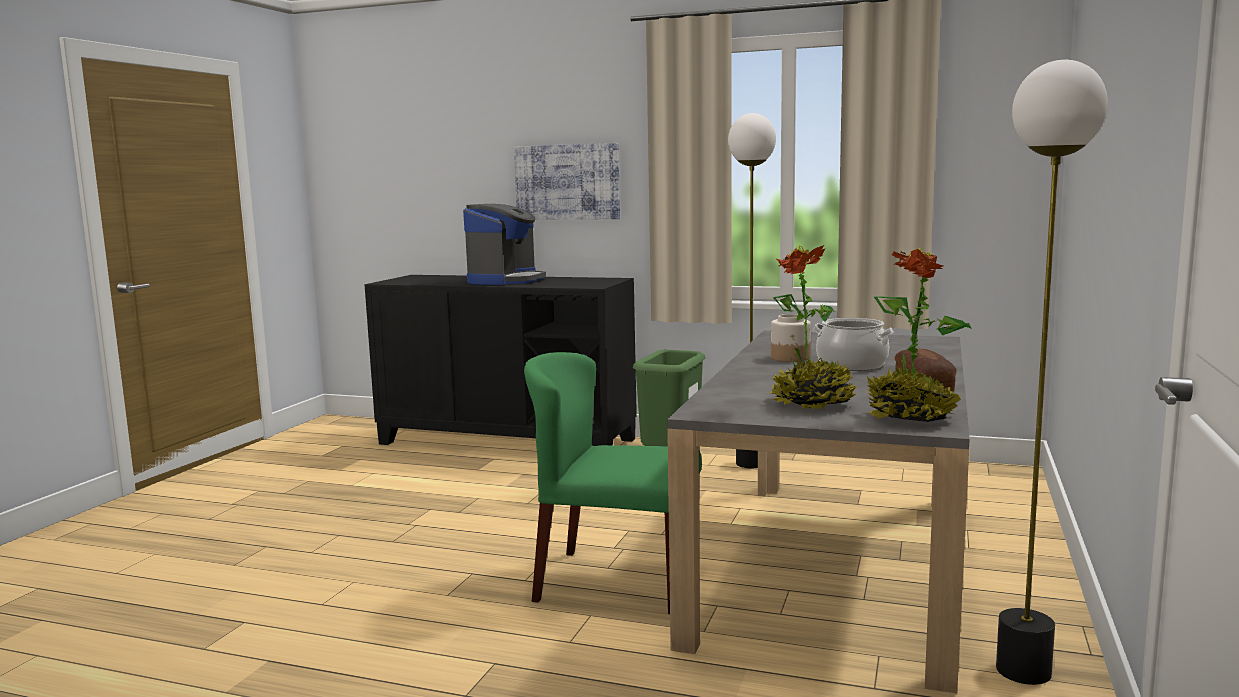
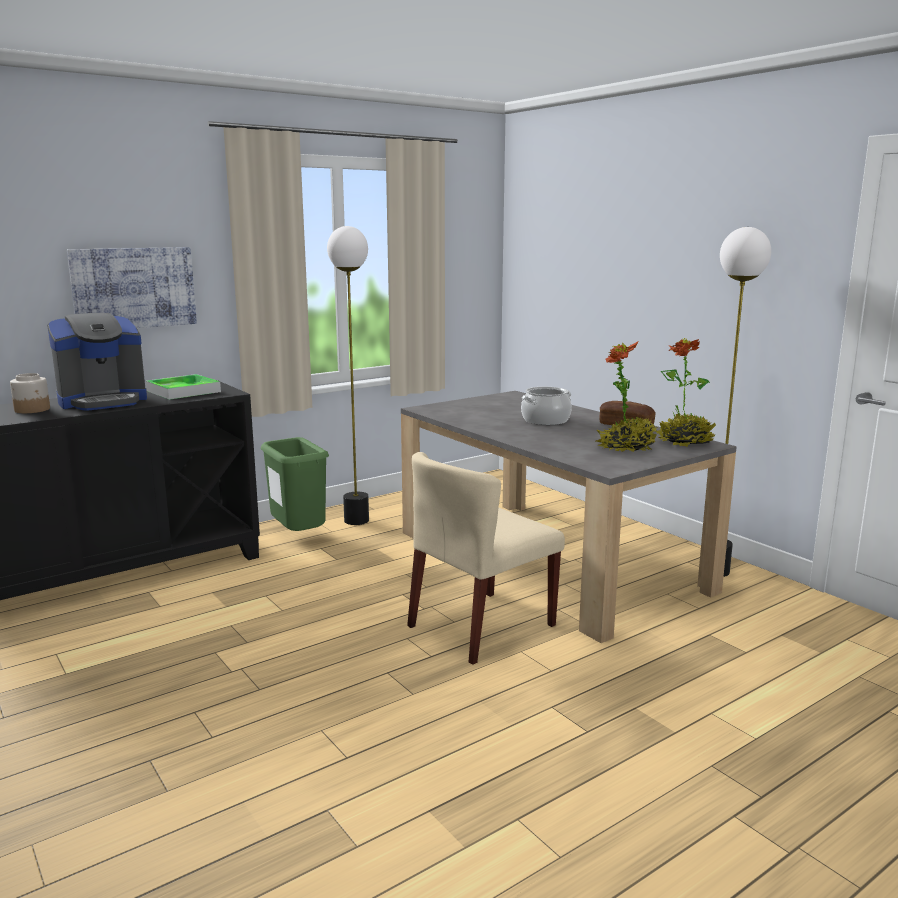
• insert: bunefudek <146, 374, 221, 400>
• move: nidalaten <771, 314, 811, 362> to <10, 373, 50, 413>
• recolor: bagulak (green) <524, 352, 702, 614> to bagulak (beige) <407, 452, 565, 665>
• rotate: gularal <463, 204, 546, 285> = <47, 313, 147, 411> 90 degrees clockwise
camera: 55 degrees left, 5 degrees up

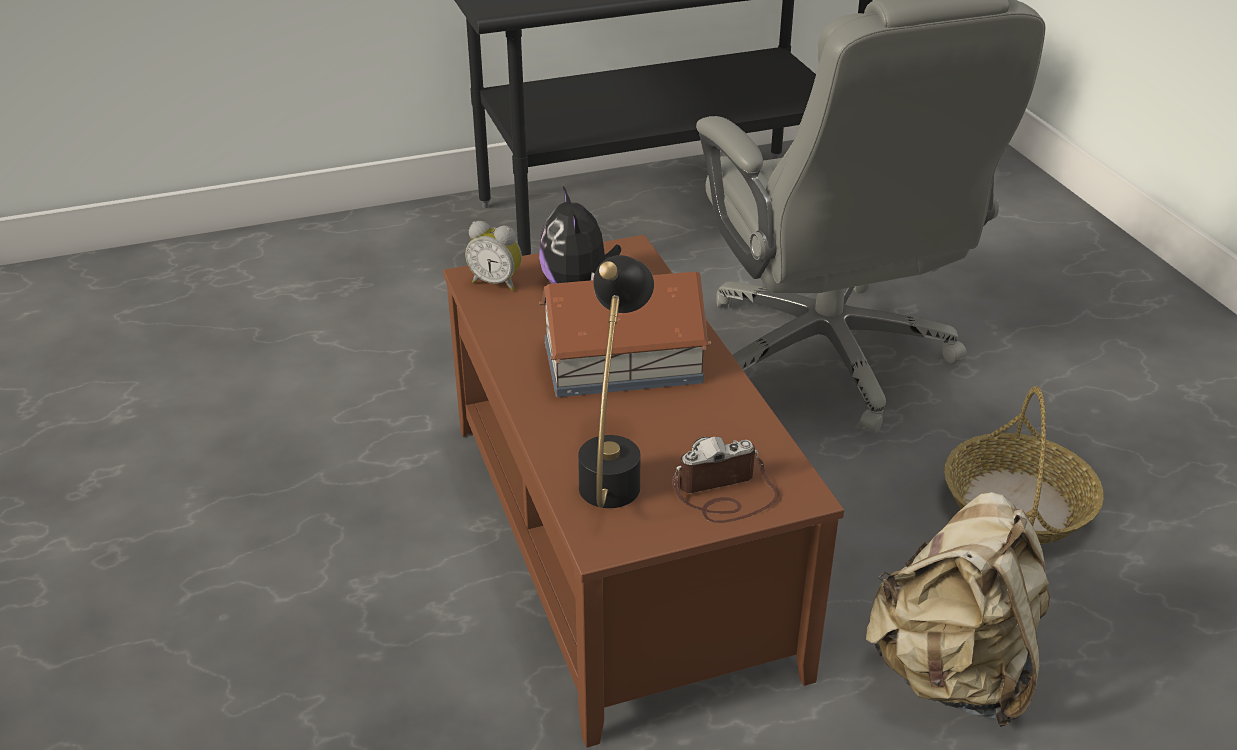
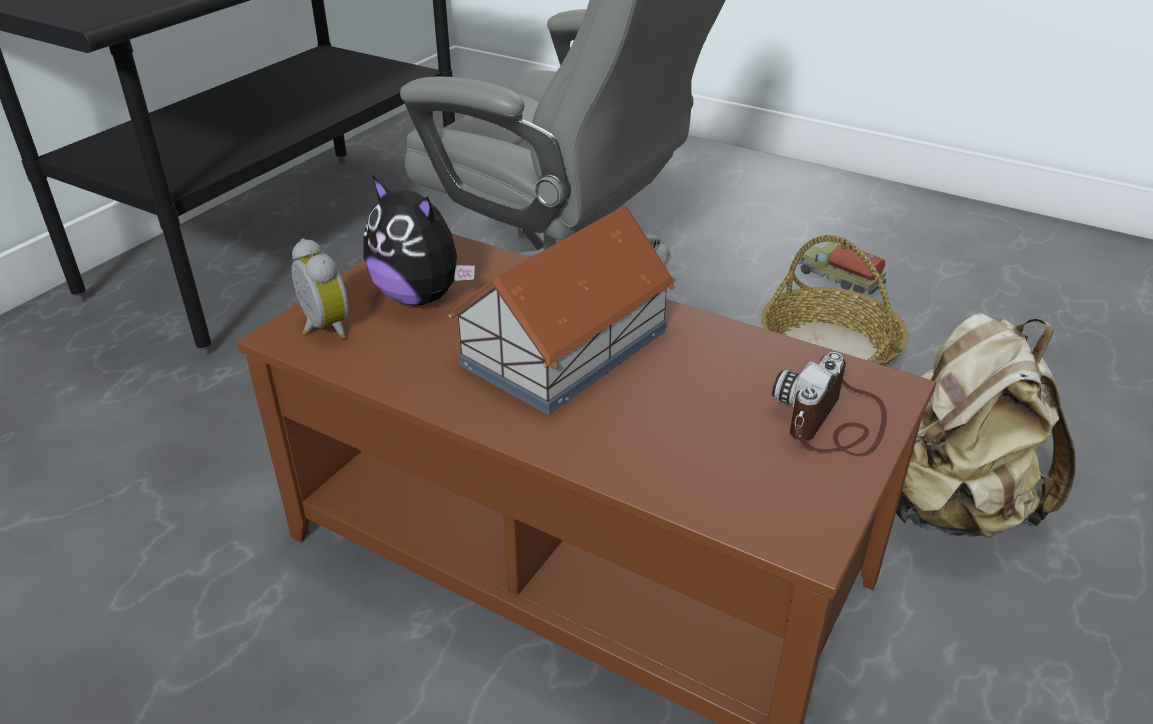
• delete: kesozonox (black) <578, 255, 654, 508>
• insert: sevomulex <798, 242, 886, 295>
• rotate: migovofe <465, 221, 522, 291> = <291, 238, 349, 339> 105 degrees counterclockwise
camera: 40 degrees left, 0 degrees up

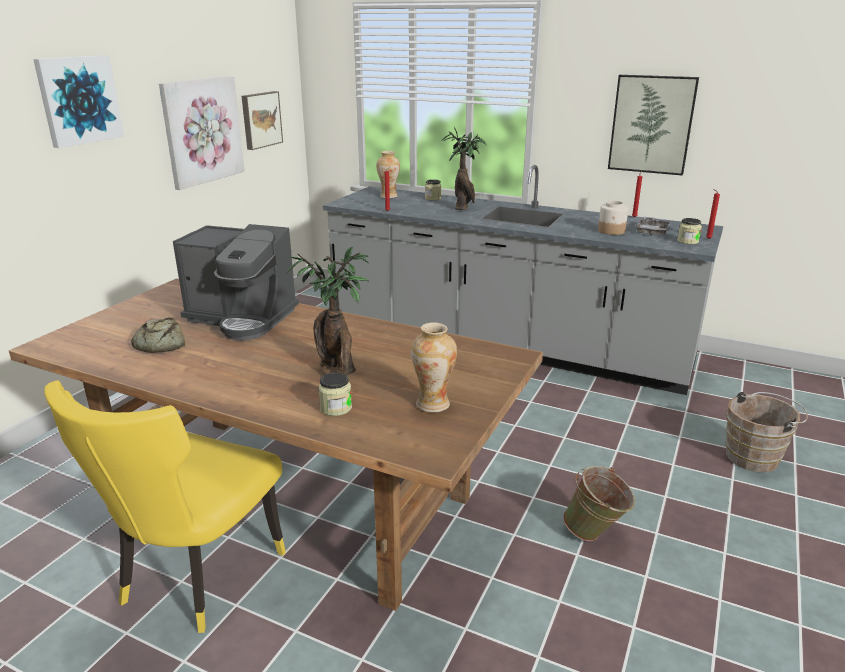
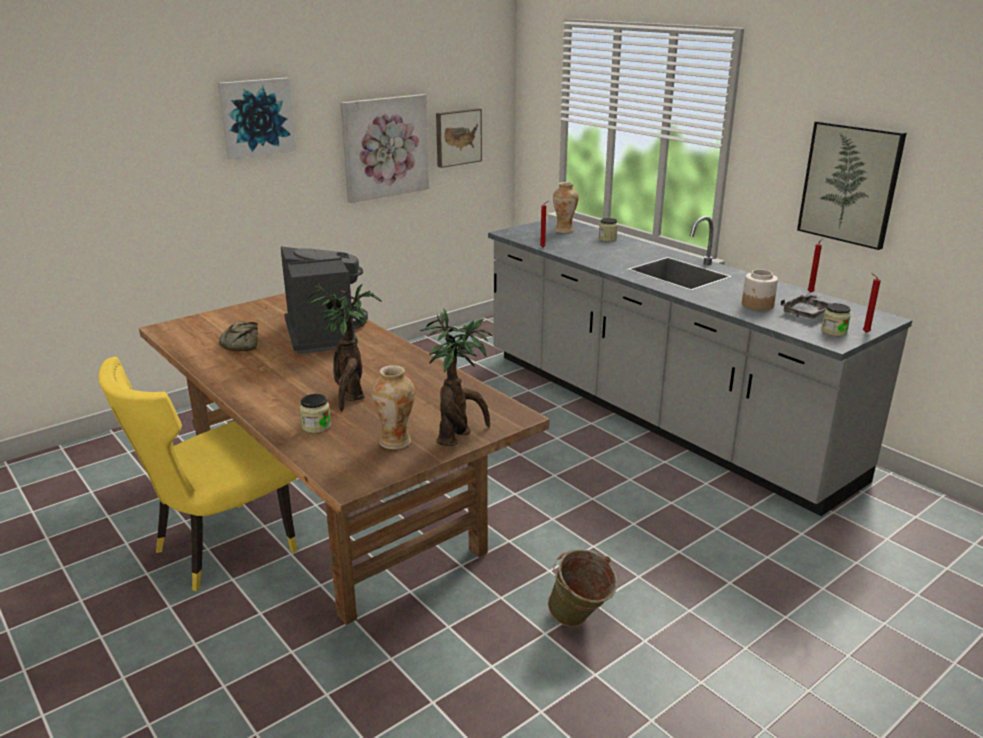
• delete: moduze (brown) <726, 392, 808, 472>
• move: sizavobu <441, 127, 486, 210> to <420, 309, 493, 446>
• rotate: gularal <173, 224, 299, 341> = <281, 246, 368, 354> 150 degrees counterclockwise
camera: 25 degrees right, 0 degrees up

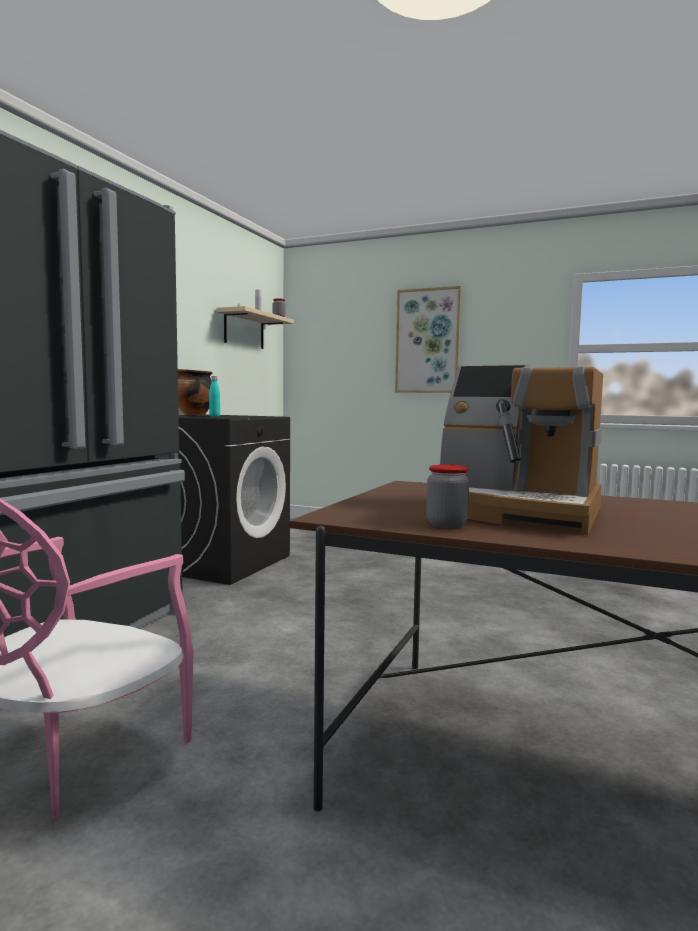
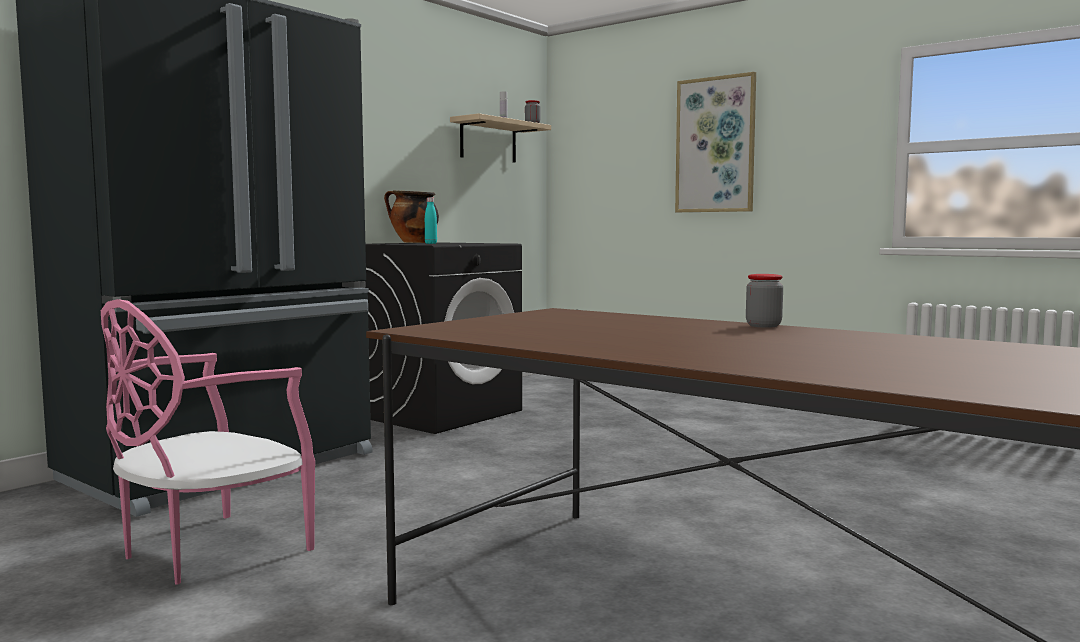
• delete: gularal <440, 365, 603, 535>
• move: nidalaten <426, 464, 469, 528> to <746, 274, 783, 328>
camera: 15 degrees right, 0 degrees up

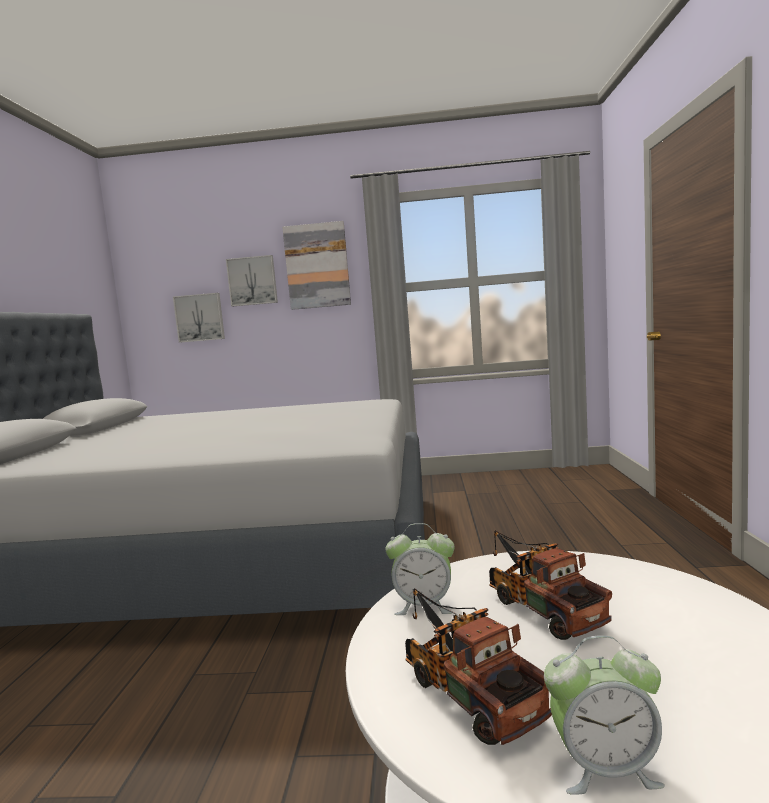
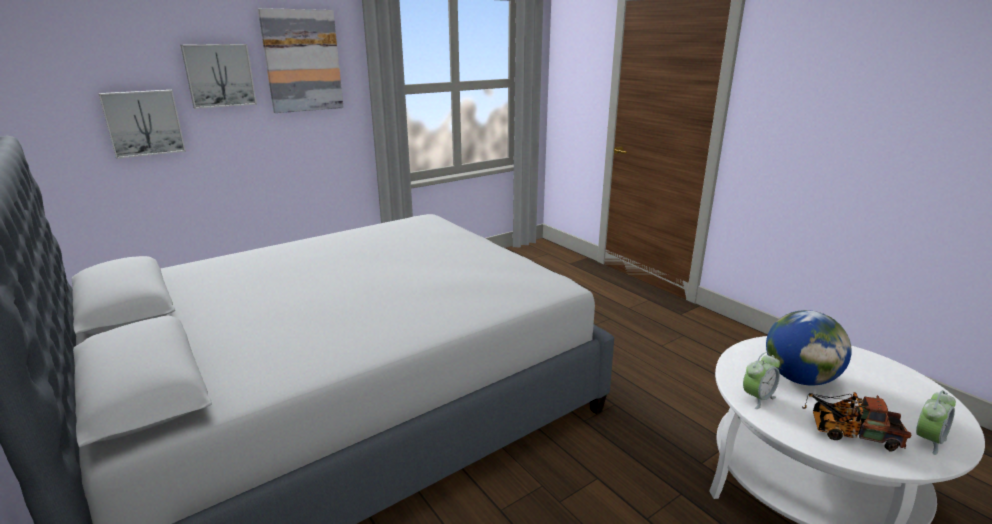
• replace: sevomulex <489, 531, 612, 640> to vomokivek <766, 310, 852, 386>
camera: 40 degrees left, 15 degrees up

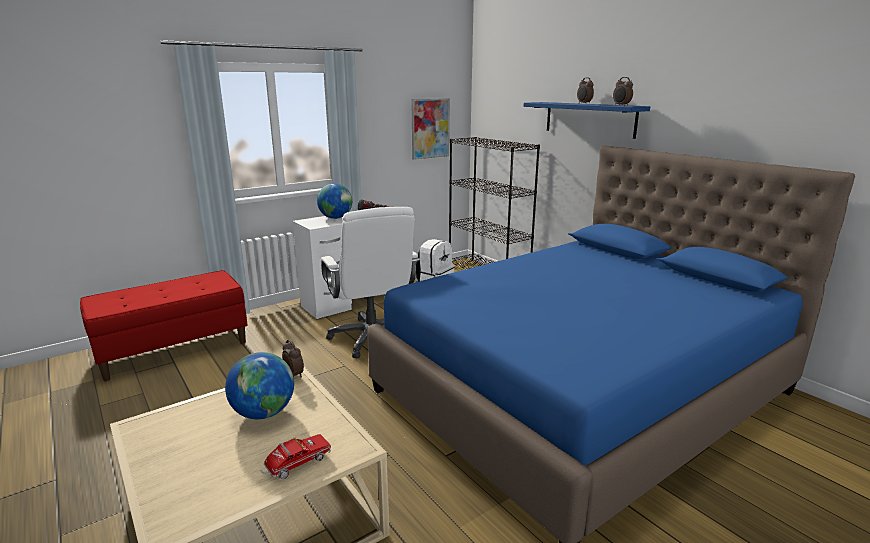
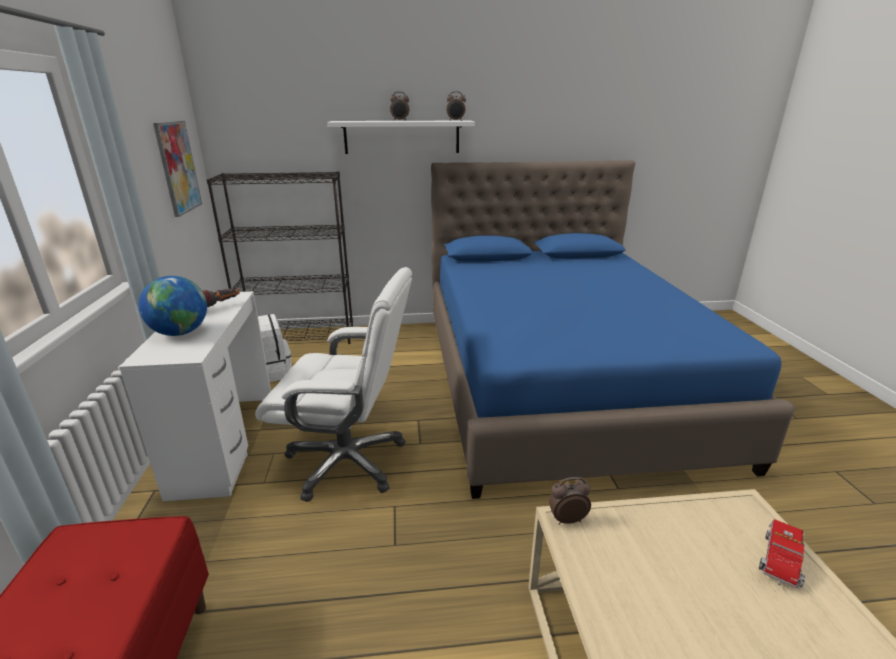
• delete: vomokivek <225, 352, 294, 419>
• recolor: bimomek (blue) <524, 102, 650, 139> to bimomek (white) <327, 120, 475, 154>
• rotate: sevomulex <261, 434, 331, 479> = <759, 519, 805, 588> 45 degrees clockwise
camera: 60 degrees left, 5 degrees up

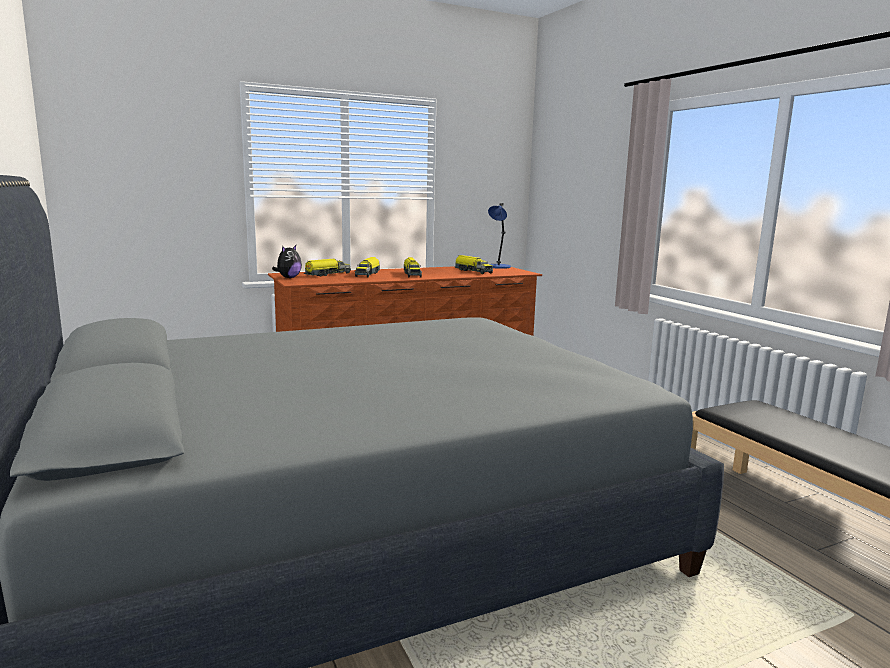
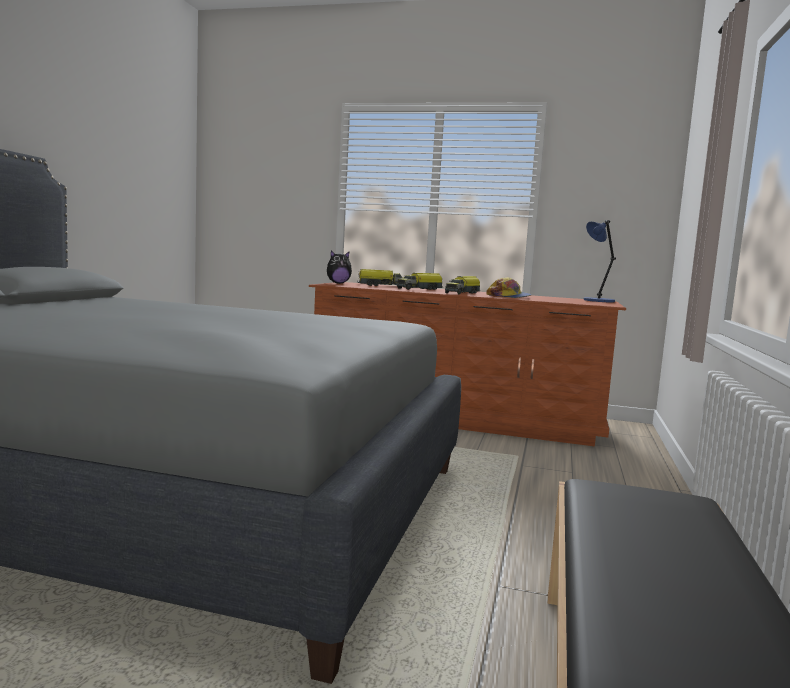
• delete: sevomulex <454, 255, 493, 274>
• insert: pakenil <486, 277, 532, 298>
camera: 40 degrees right, 5 degrees down

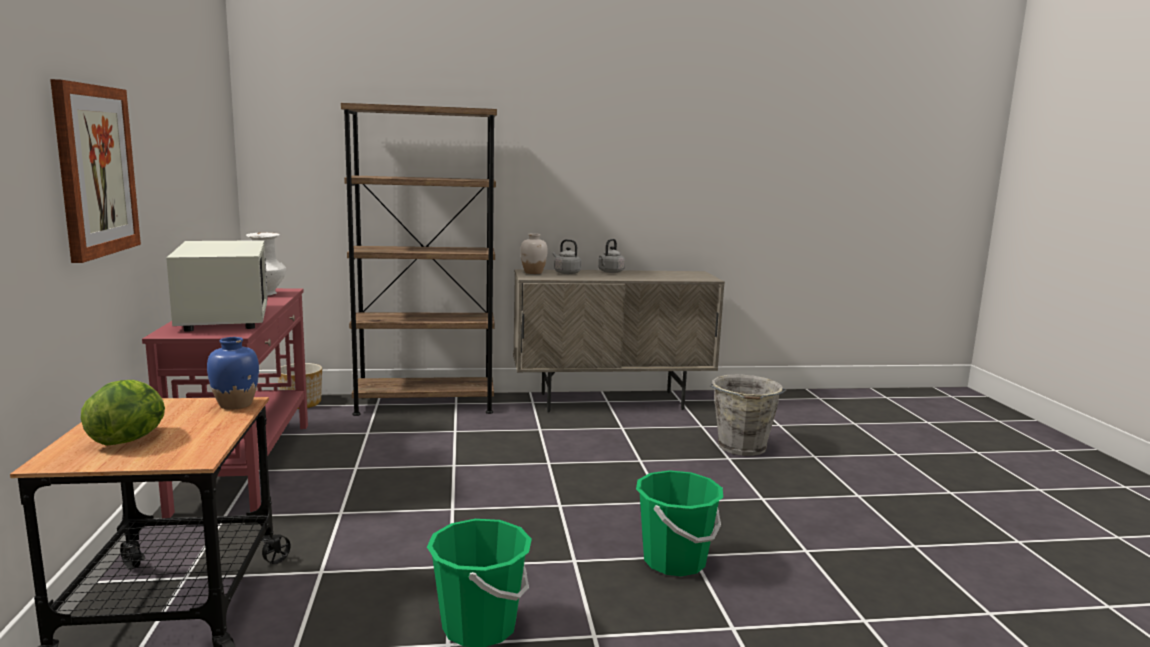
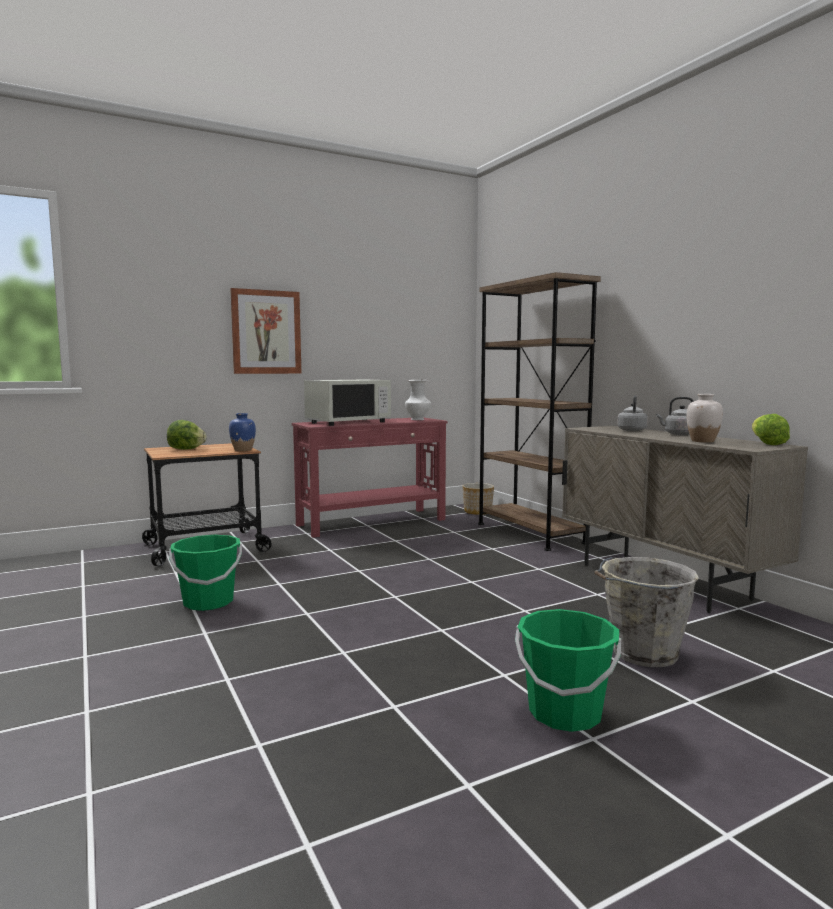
• insert: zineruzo <752, 414, 790, 445>
• move: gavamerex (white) <520, 233, 548, 274> to <687, 394, 723, 442>
• move: moduze (green) <636, 470, 723, 576> to <515, 609, 621, 732>
camera: 70 degrees right, 5 degrees down

